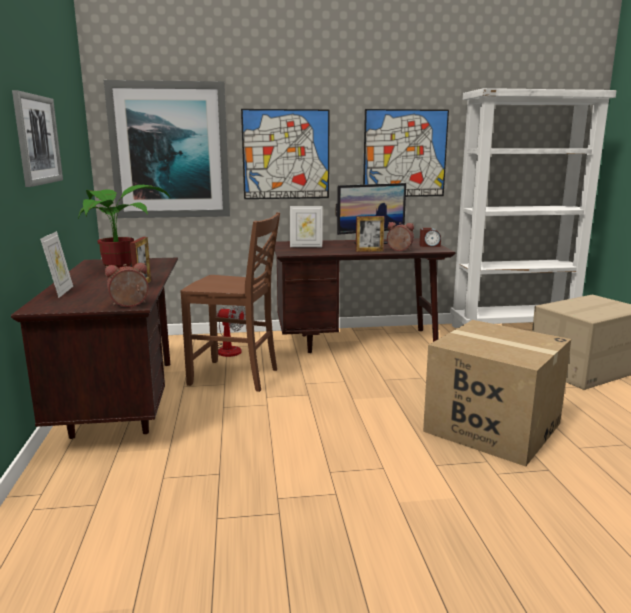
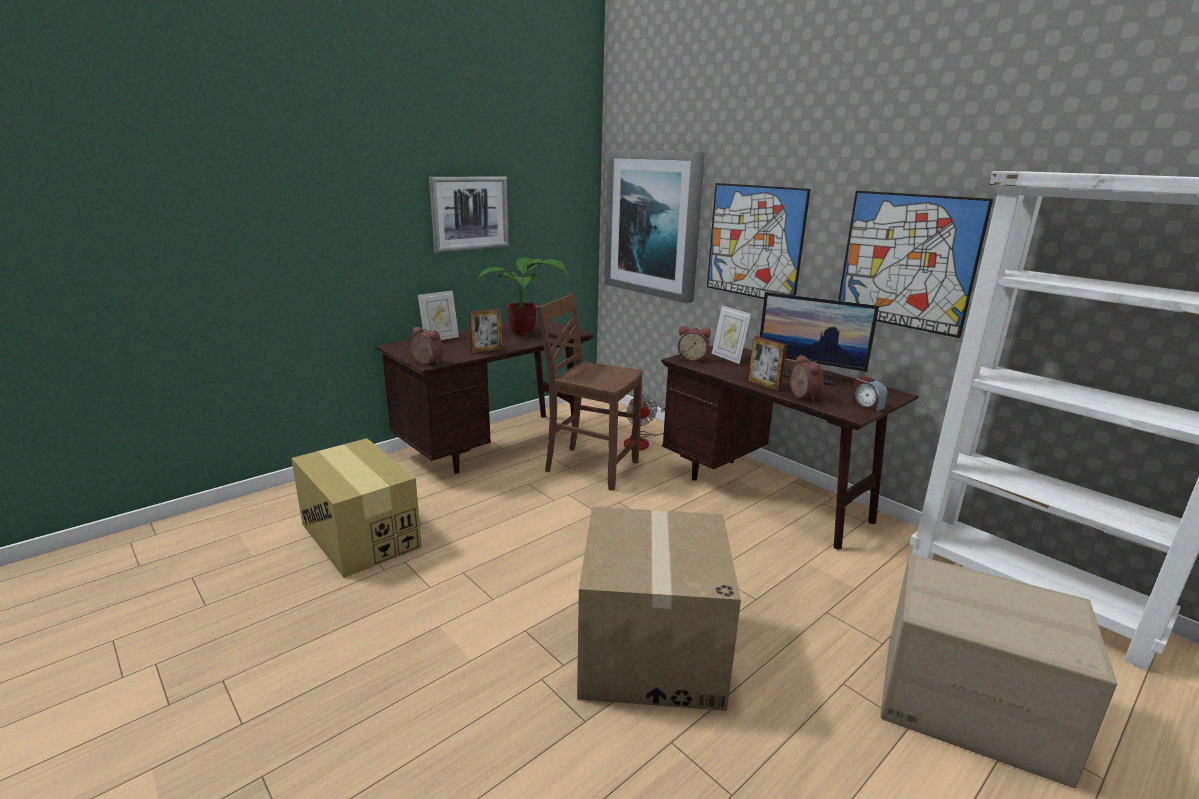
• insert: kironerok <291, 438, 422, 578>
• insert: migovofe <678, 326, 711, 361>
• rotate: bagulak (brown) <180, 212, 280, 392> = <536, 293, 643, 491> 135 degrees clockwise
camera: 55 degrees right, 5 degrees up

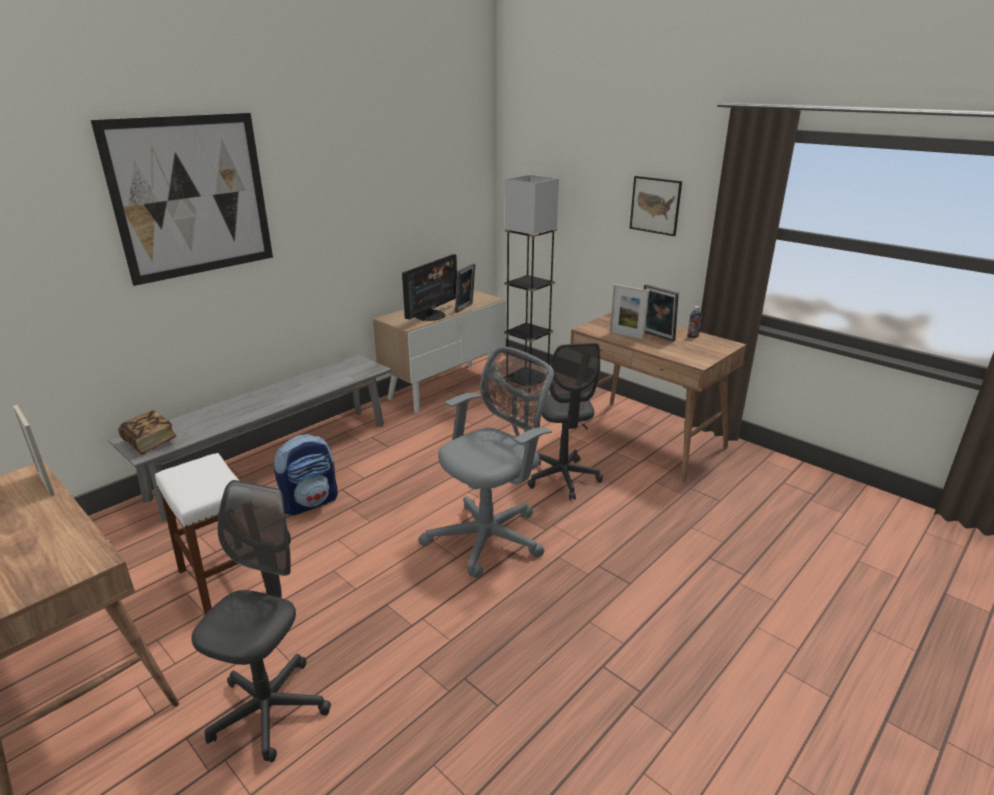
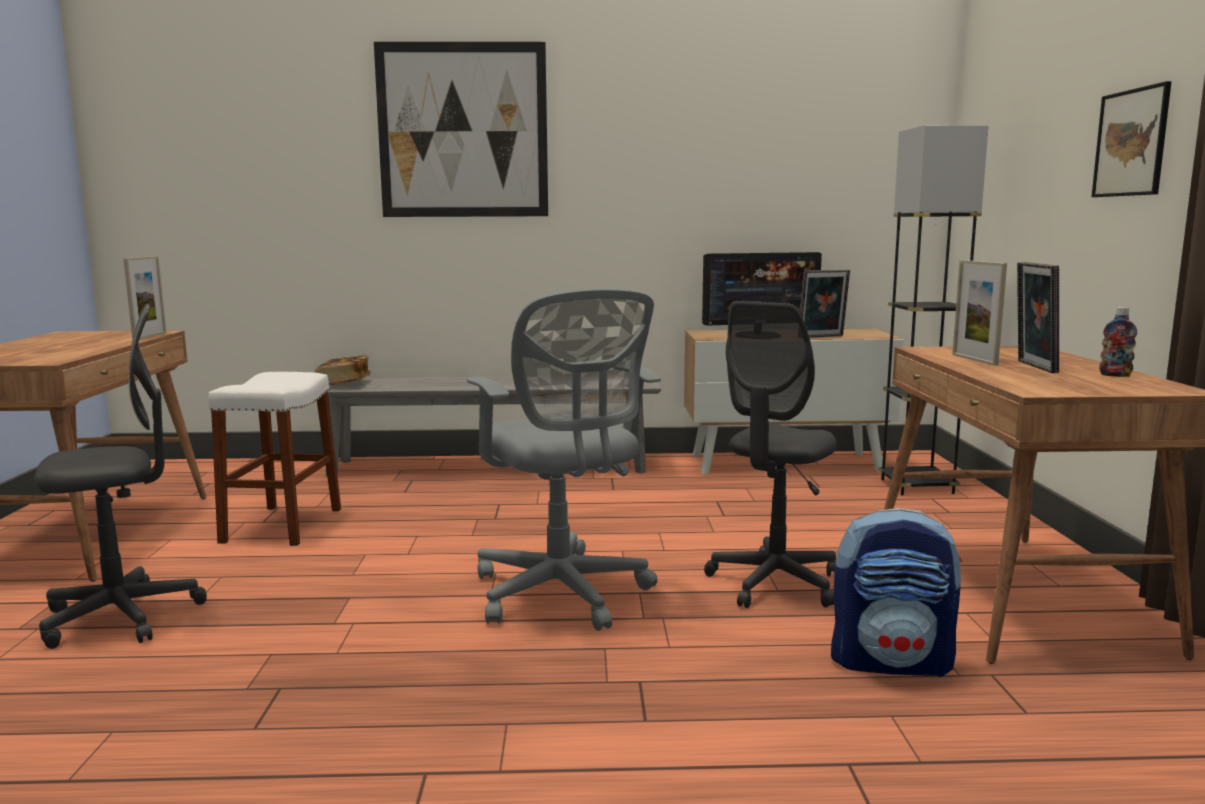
• move: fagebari <274, 434, 338, 515> to <831, 508, 962, 677>
• rotate: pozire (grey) <419, 346, 554, 578> = <467, 288, 661, 631> 60 degrees clockwise
camera: 45 degrees right, 15 degrees down

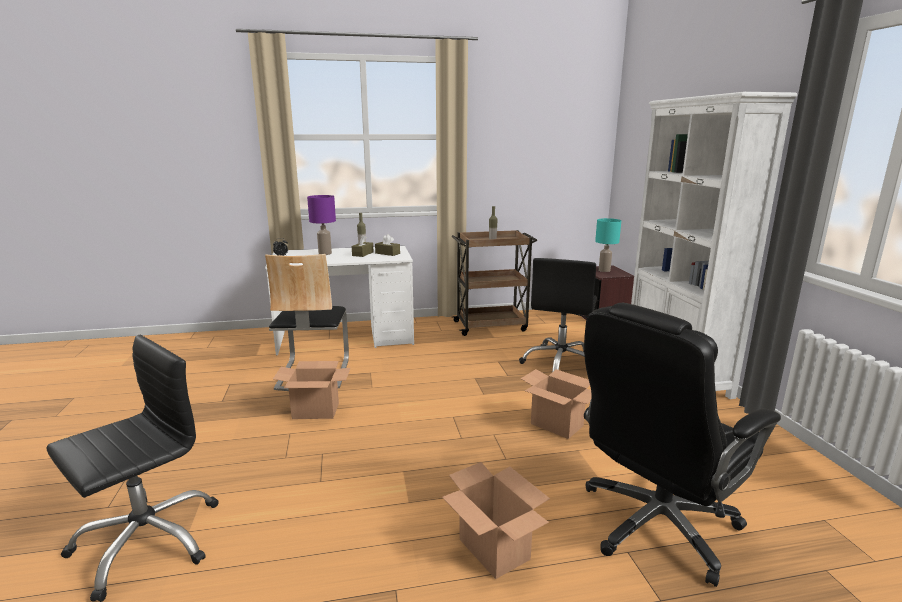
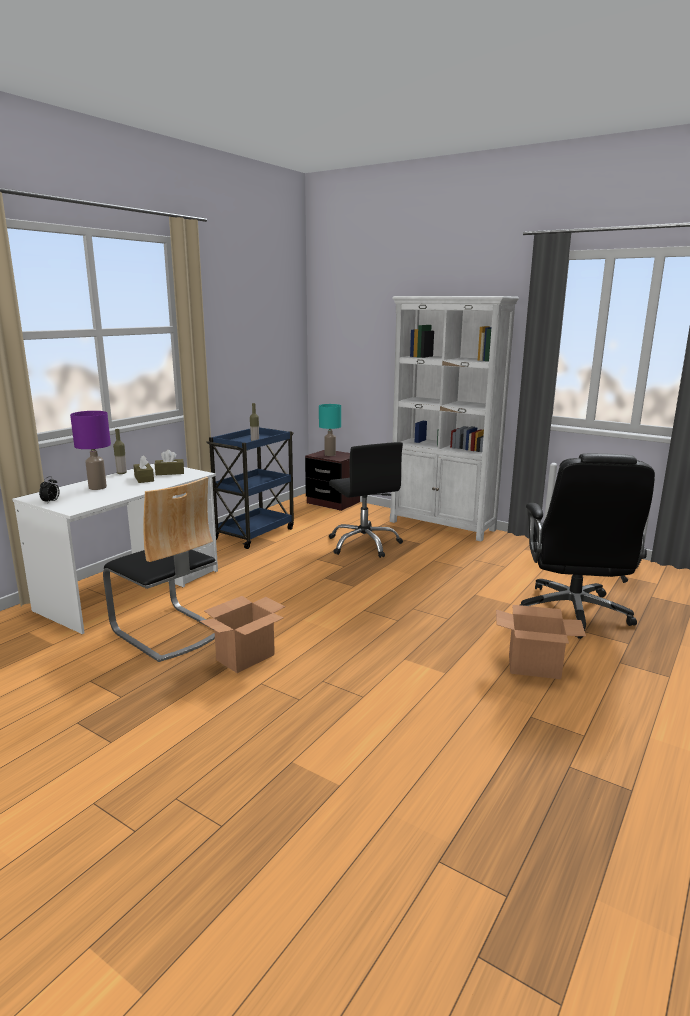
• delete: pozire (black) <46, 335, 219, 602>
• delete: kironerok <521, 369, 592, 439>
• recolor: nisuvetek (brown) <452, 230, 537, 336> to nisuvetek (blue) <206, 427, 294, 549>
camera: 45 degrees left, 0 degrees up

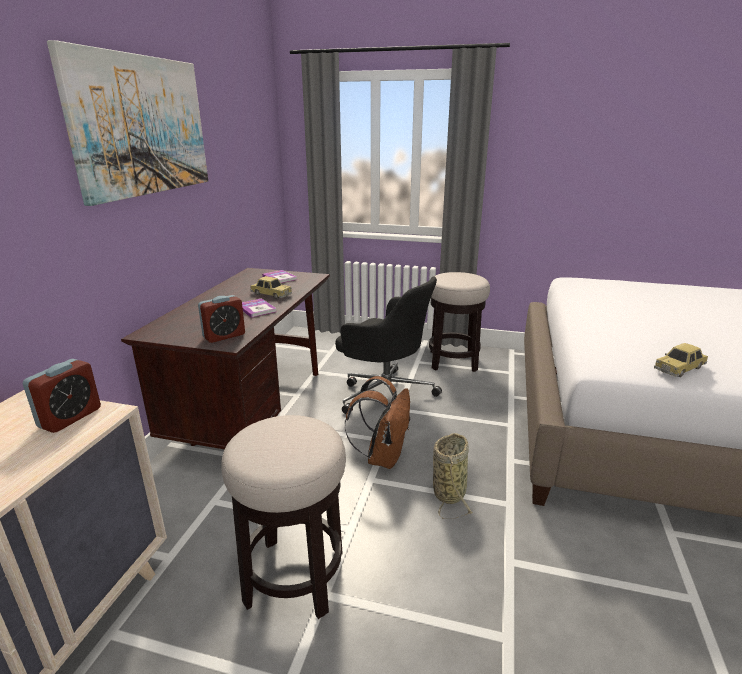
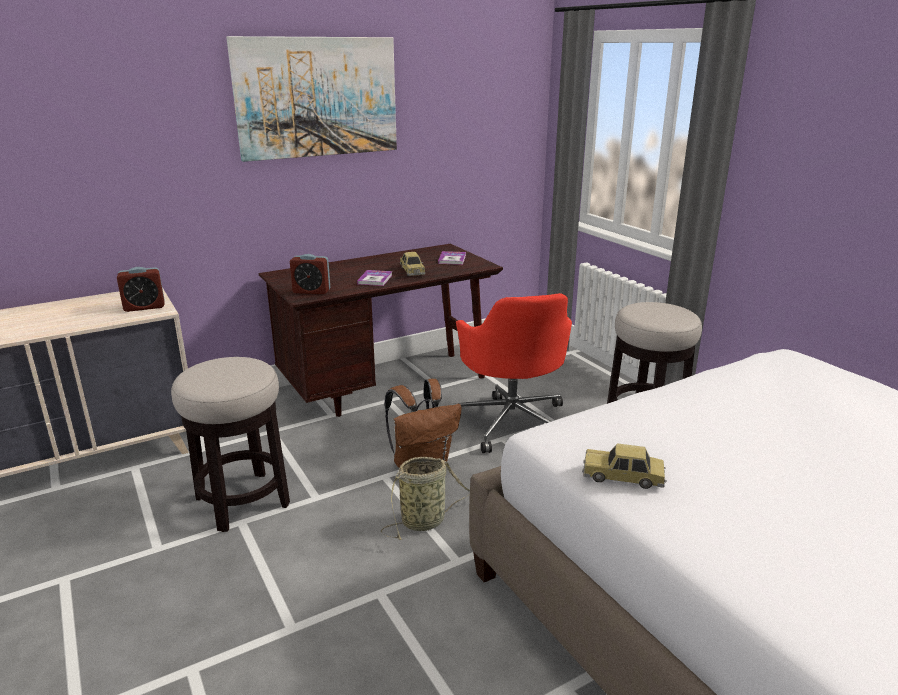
• recolor: pozire (black) <335, 277, 442, 421> to pozire (red) <452, 293, 572, 453>
camera: 45 degrees right, 0 degrees up

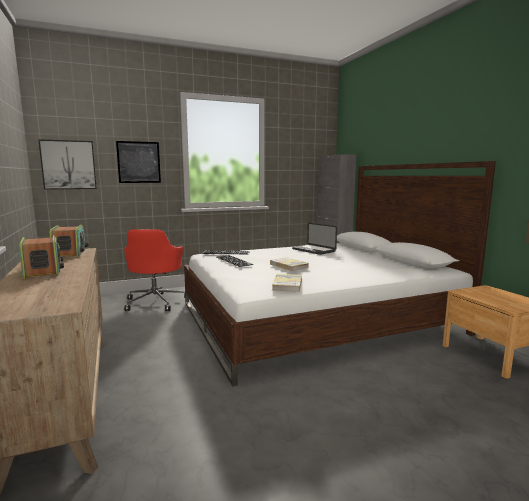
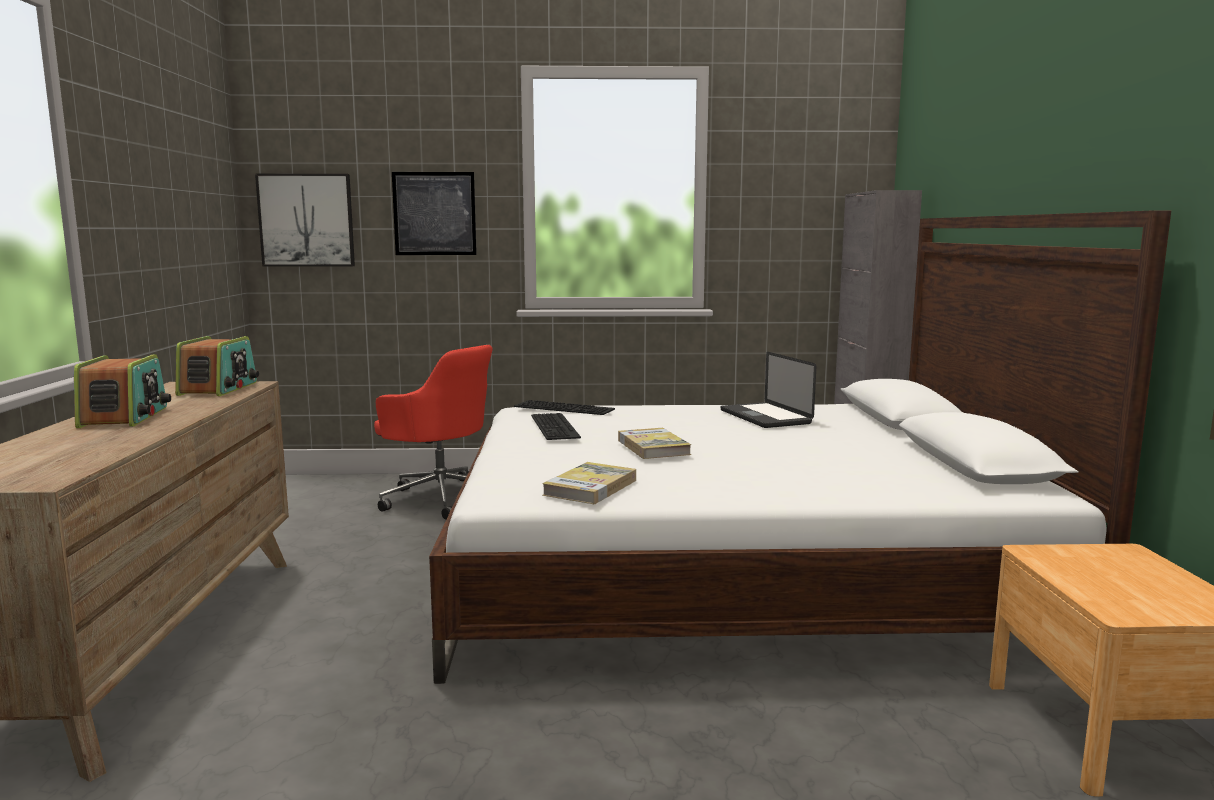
• rotate: pozire (red) <124, 229, 185, 311> = <374, 345, 492, 520> 75 degrees counterclockwise
camera: 20 degrees right, 0 degrees up

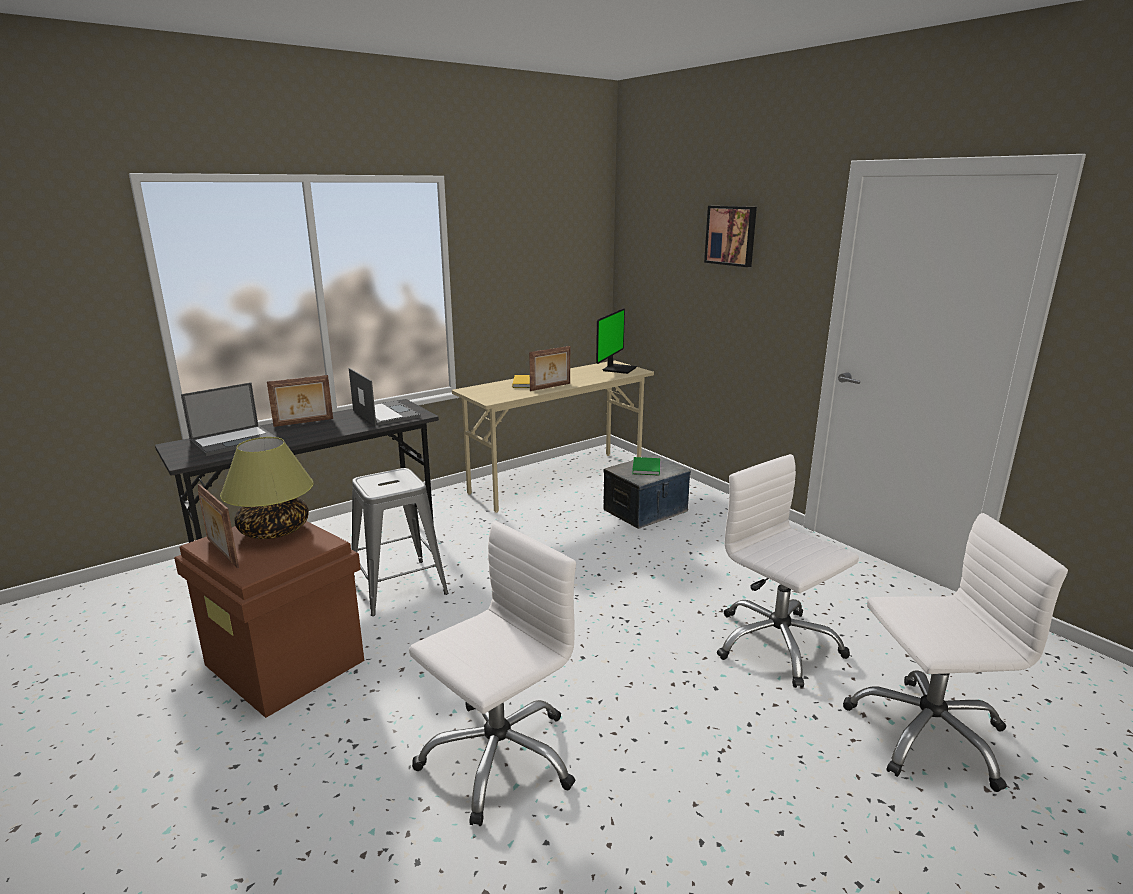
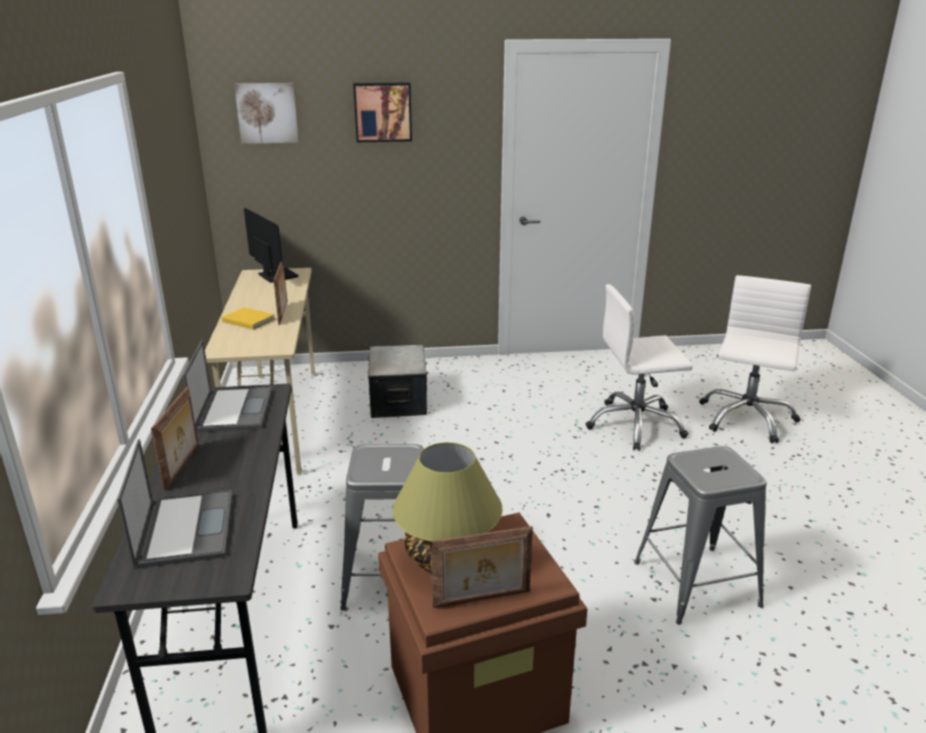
• delete: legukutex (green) <632, 457, 660, 476>
• insert: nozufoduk <234, 83, 299, 144>
• replace: pozire (white) <409, 521, 576, 826> to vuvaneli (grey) <634, 446, 767, 625>
• rotate: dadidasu <349, 368, 421, 426> = <183, 340, 272, 432> 90 degrees clockwise
camera: 60 degrees left, 5 degrees up

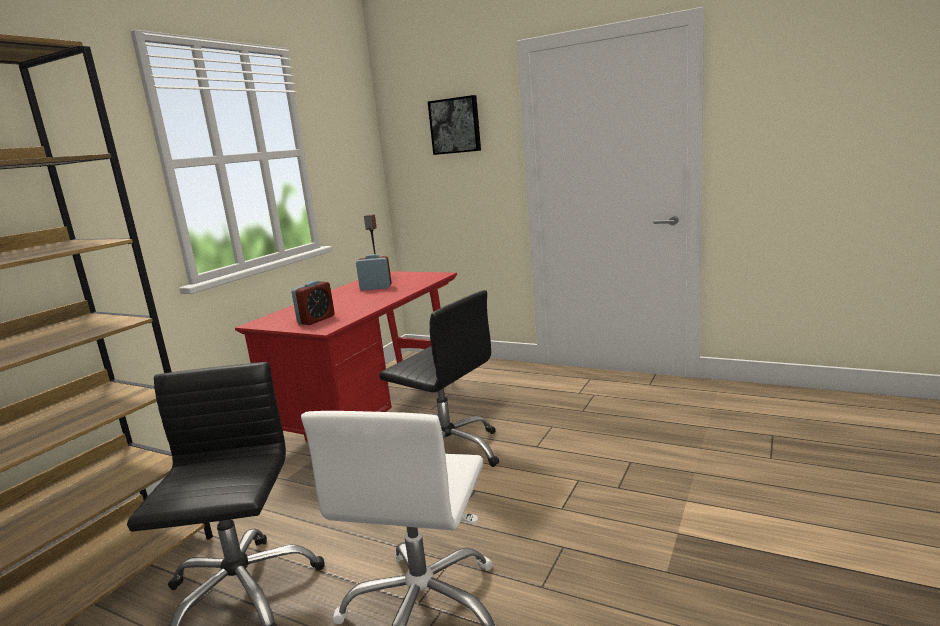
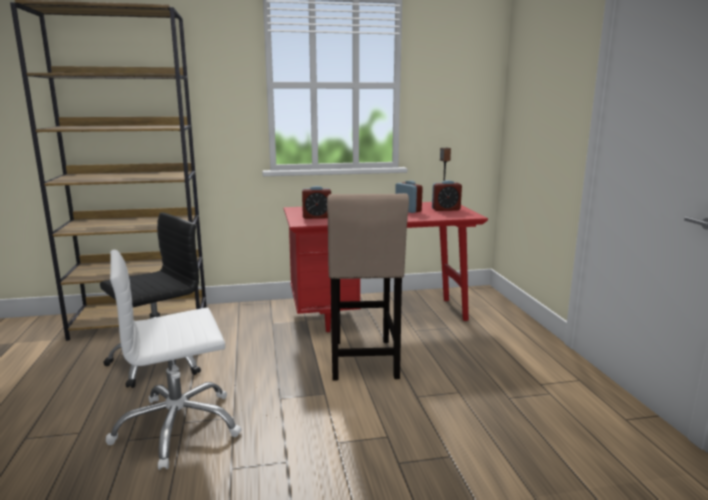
• delete: nozufoduk <428, 95, 481, 155>
• insert: migovofe <432, 180, 462, 211>
• replace: pozire (black) <379, 290, 499, 467> to vuvaneli (beige) <327, 193, 409, 381>
camera: 50 degrees right, 0 degrees up

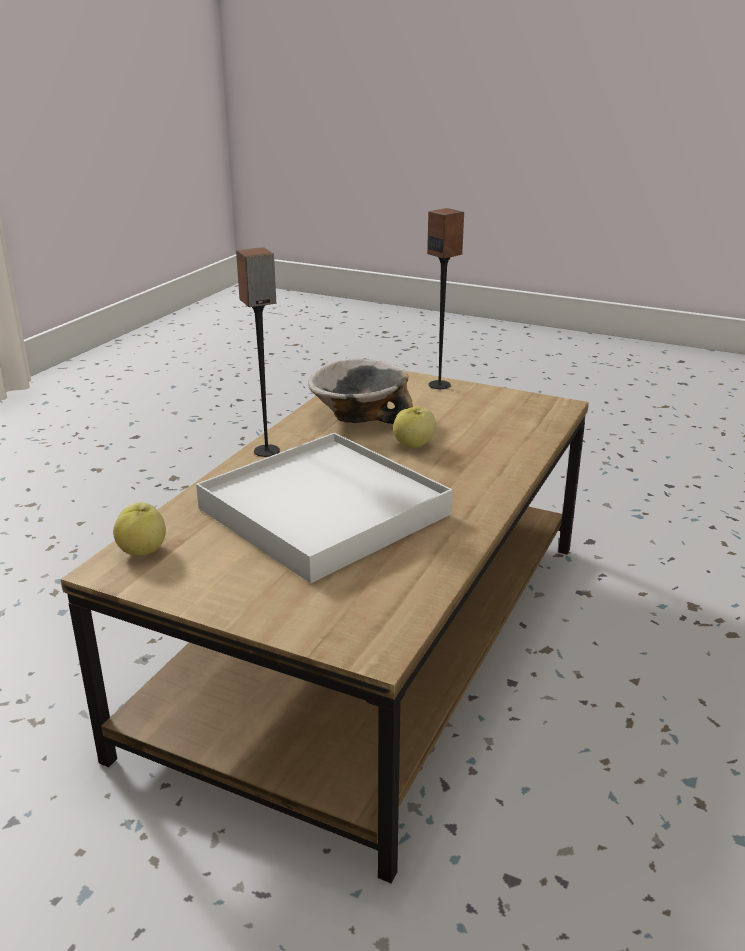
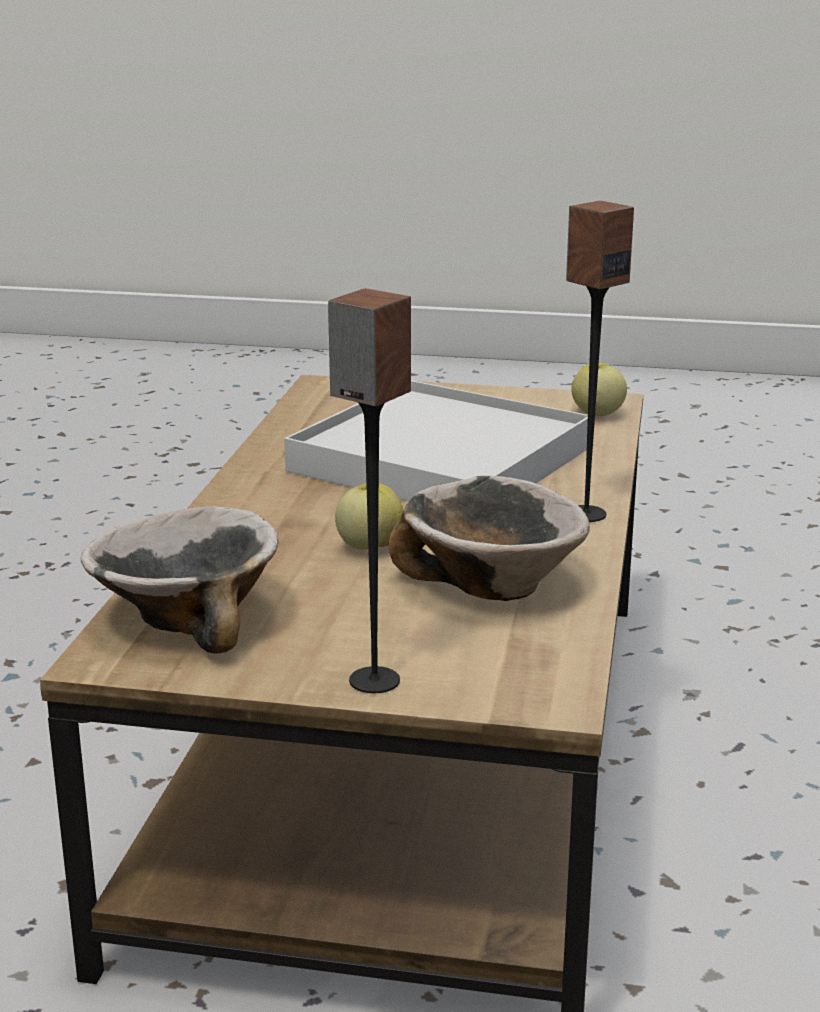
• insert: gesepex <80, 506, 279, 654>
camera: 165 degrees right, 5 degrees down

